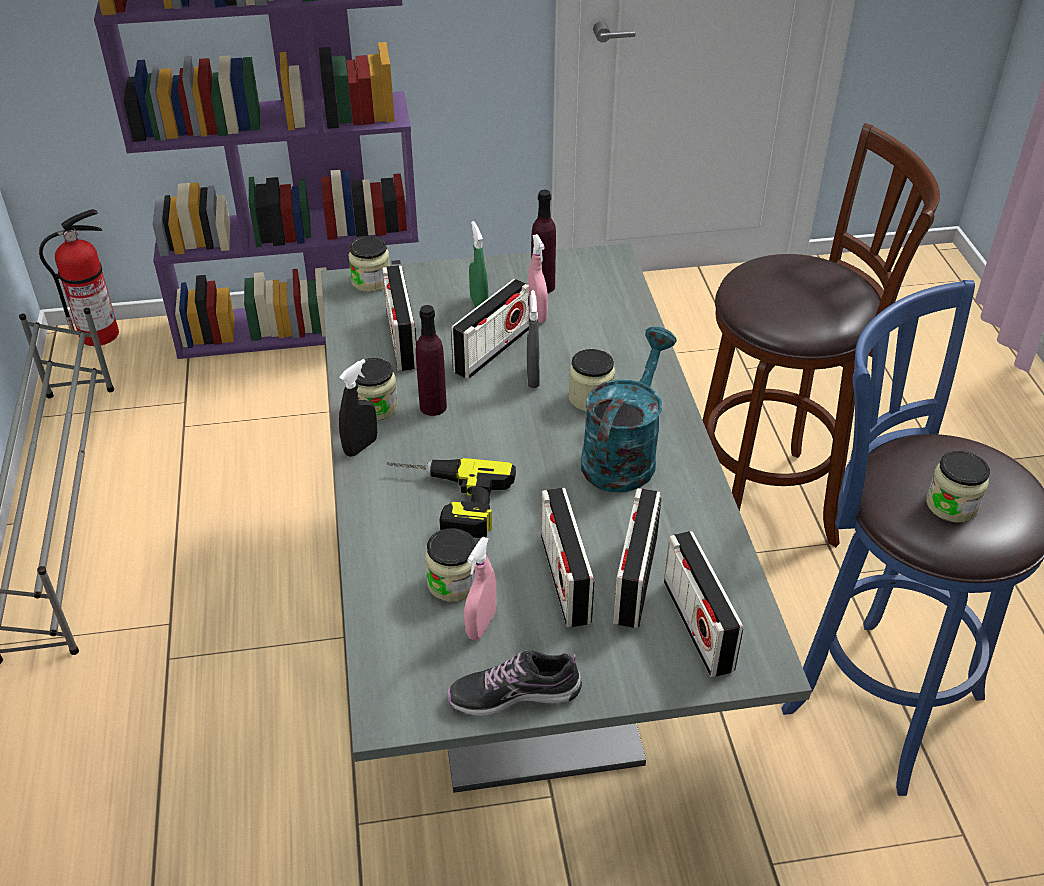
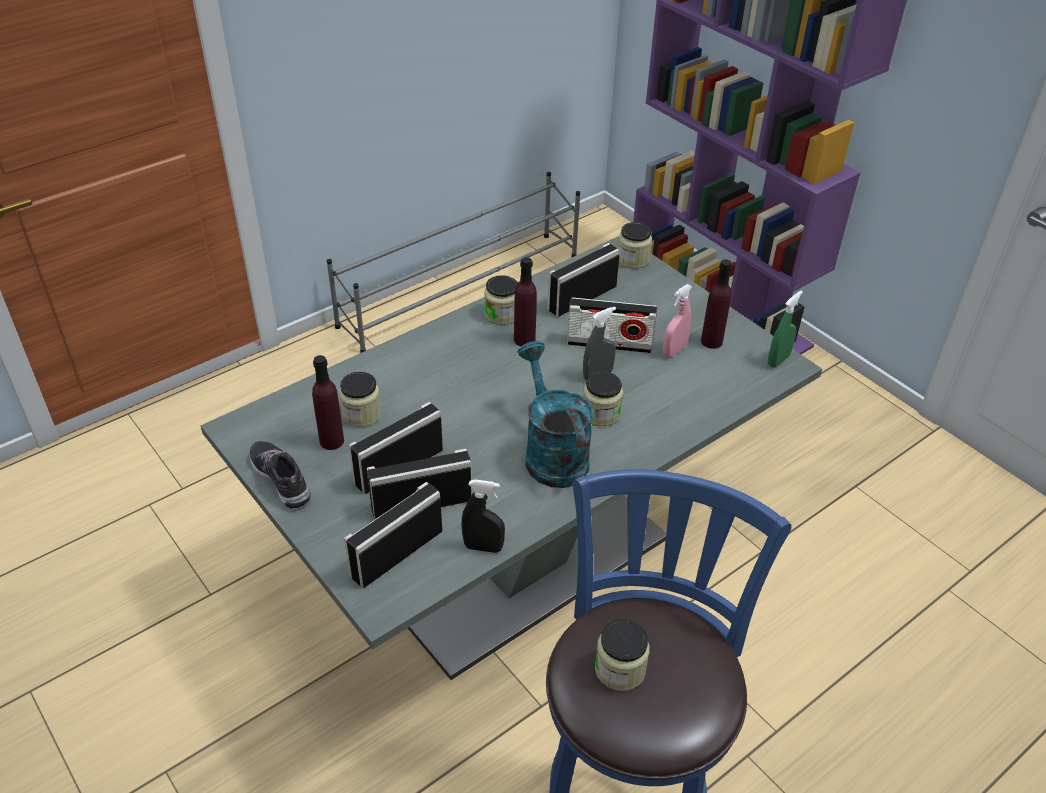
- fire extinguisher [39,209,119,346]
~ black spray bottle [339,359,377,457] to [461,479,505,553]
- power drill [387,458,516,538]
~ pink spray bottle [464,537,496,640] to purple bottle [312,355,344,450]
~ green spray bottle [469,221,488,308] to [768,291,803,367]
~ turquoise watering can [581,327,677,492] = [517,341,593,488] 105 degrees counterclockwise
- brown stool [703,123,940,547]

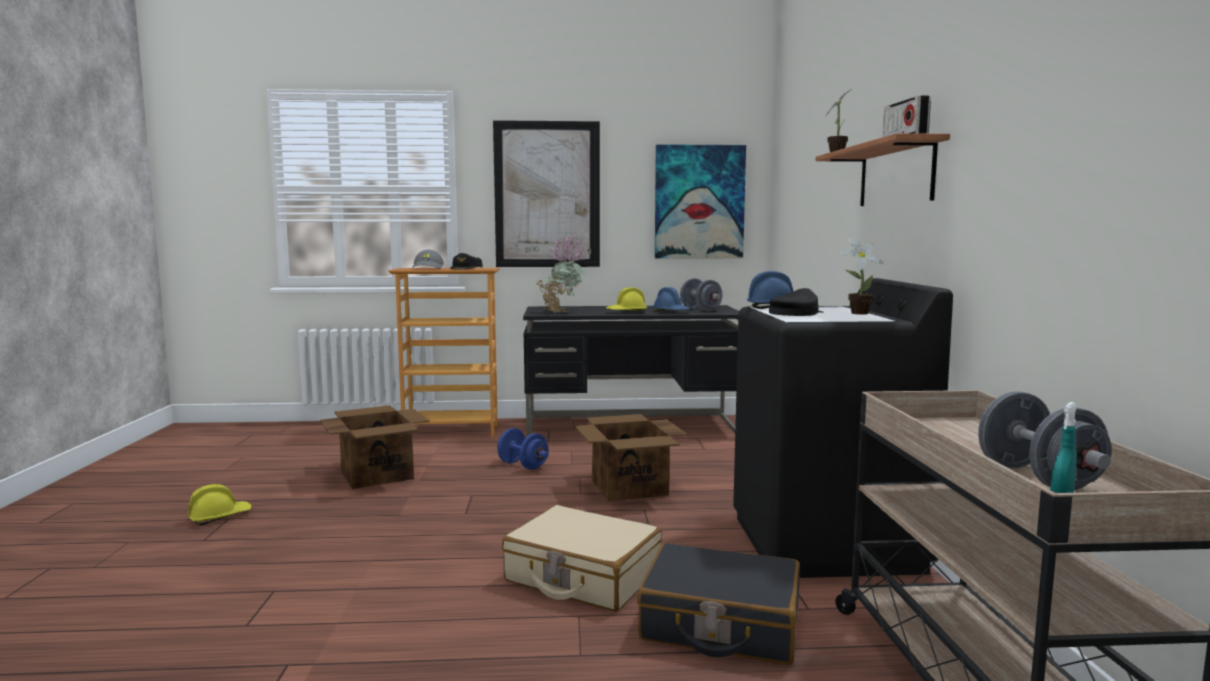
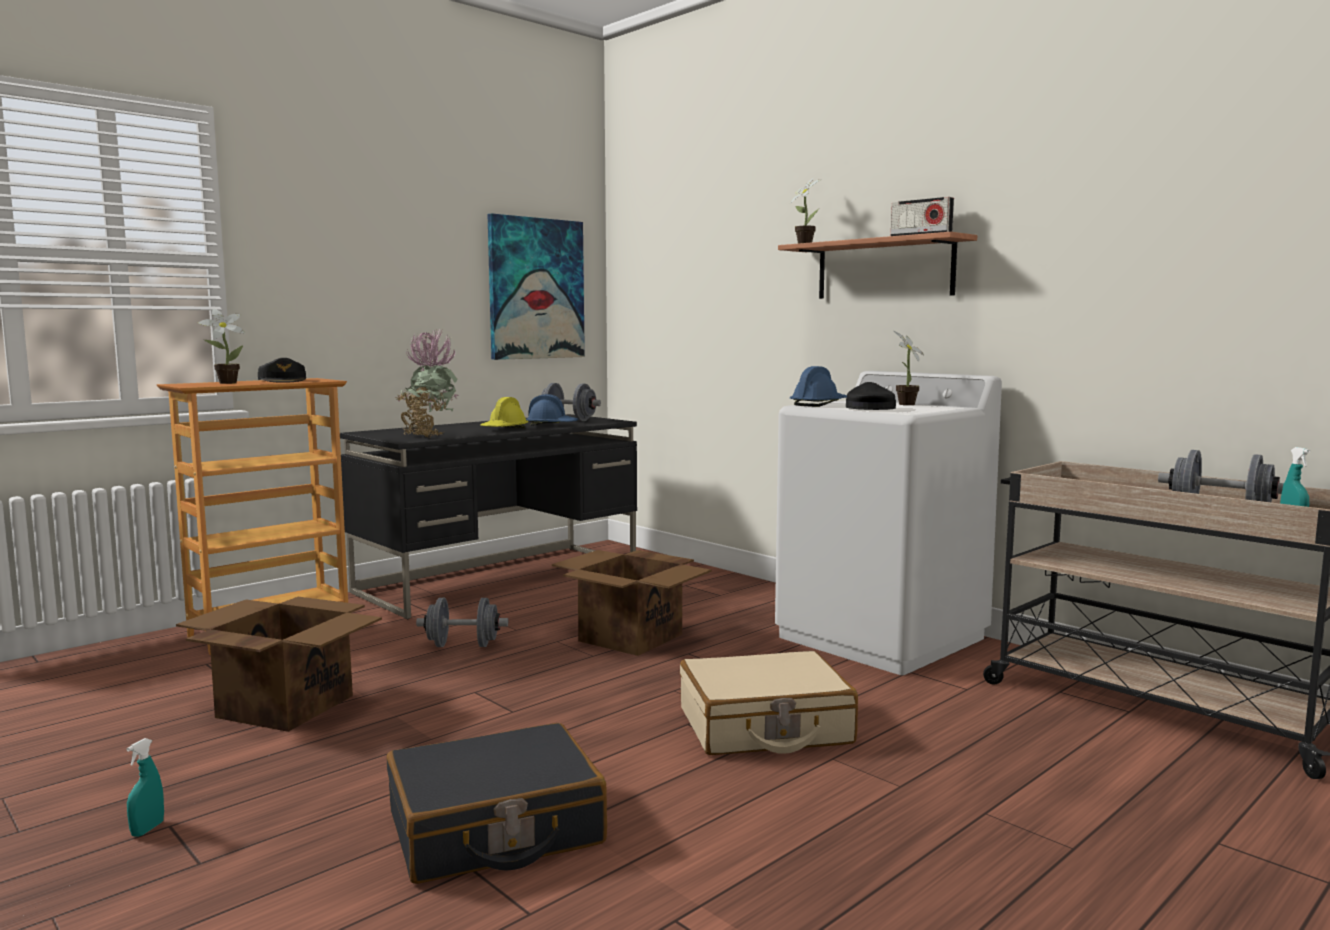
~ yellow hard hat [188,484,251,525] to turquoise spray bottle [126,738,164,837]
~ grey cap [411,250,444,269] to potted plant [198,309,245,384]
- picture [493,120,600,267]
~ blue dumbbell [497,428,549,470] to grey dumbbell [416,598,508,647]
~ black suitcase [637,543,800,664] to [387,723,607,884]
~ black washing machine [733,278,953,578] to white washing machine [775,371,1002,675]

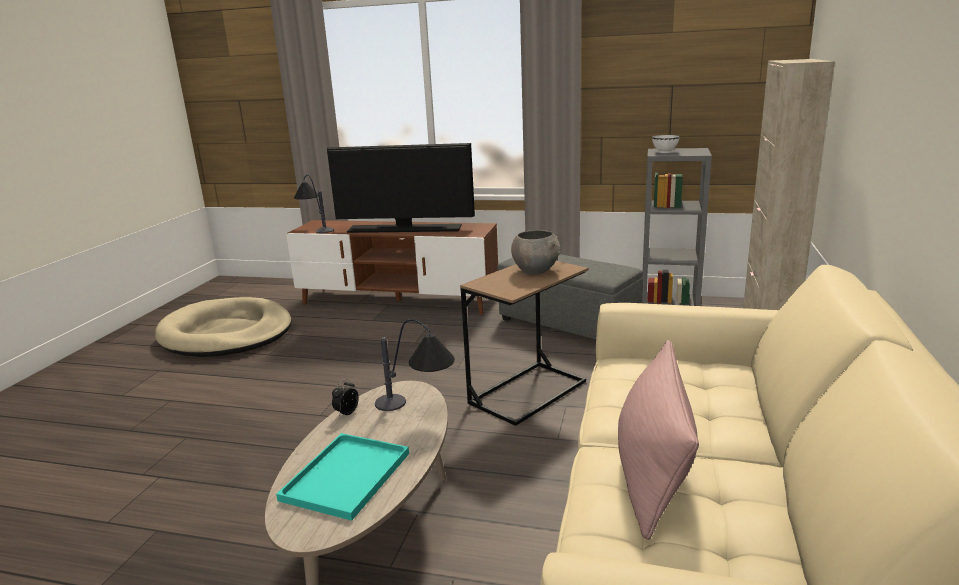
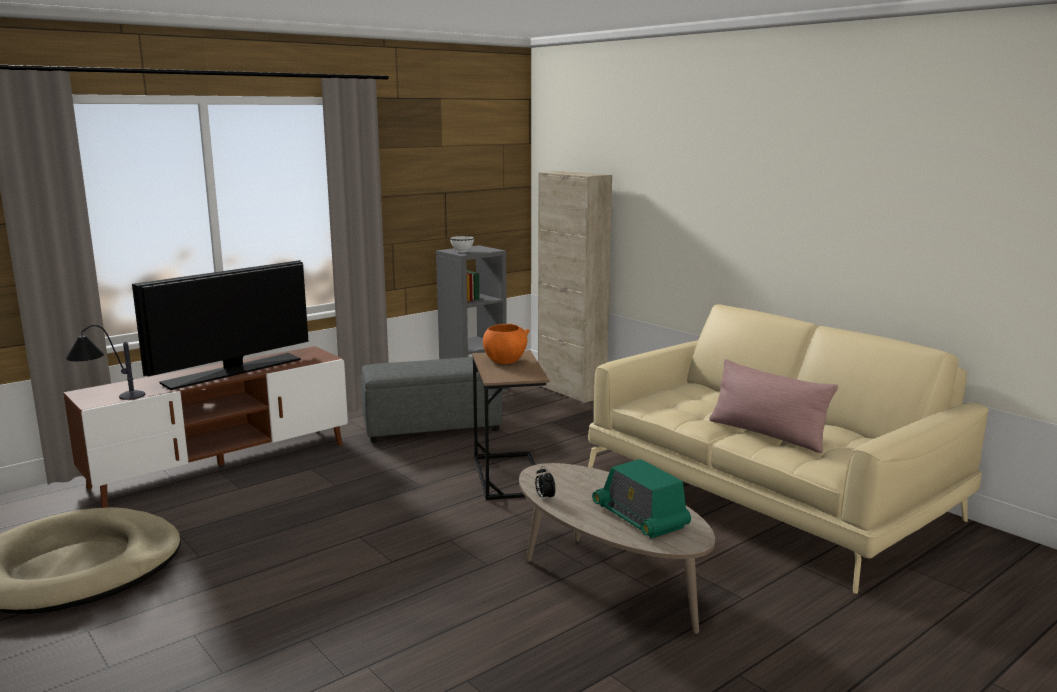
~ turquoise tray [276,433,409,521] to radio [592,459,691,538]
- table lamp [375,319,455,411]
~ grey bowl [511,230,561,274] to orange bowl [483,324,530,364]

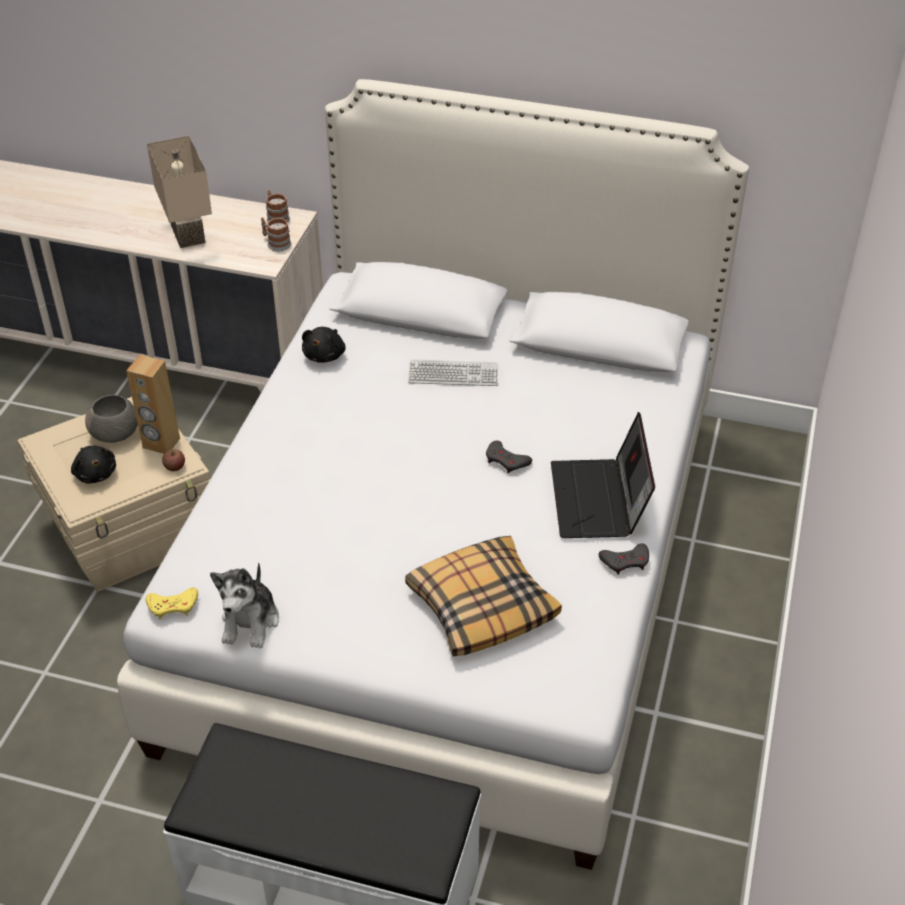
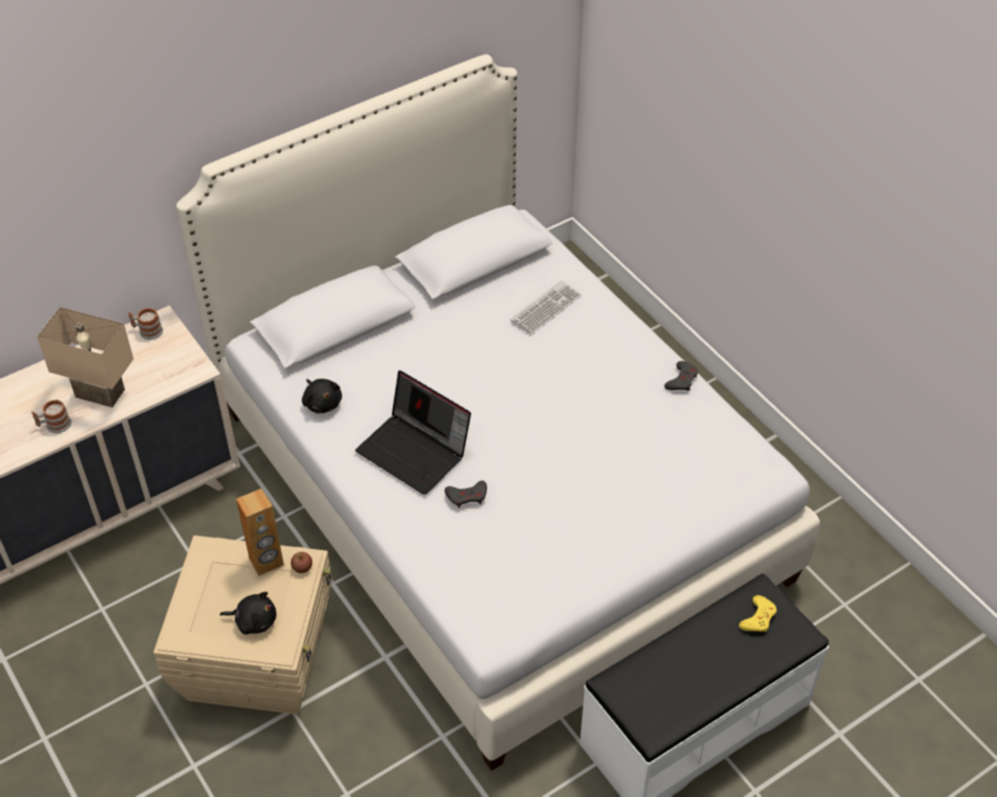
- grey bowl [85,395,138,443]
~ yellow game controller [146,587,198,619] to [739,595,777,632]
- plush toy [210,563,279,648]
~ mug [261,217,291,251] to [31,400,72,433]
- pillow [405,536,562,657]
~ keyboard [408,359,498,386] to [511,280,581,335]
~ grey game controller [486,441,532,473] to [445,481,487,508]
~ laptop [551,412,655,538] to [355,371,471,495]

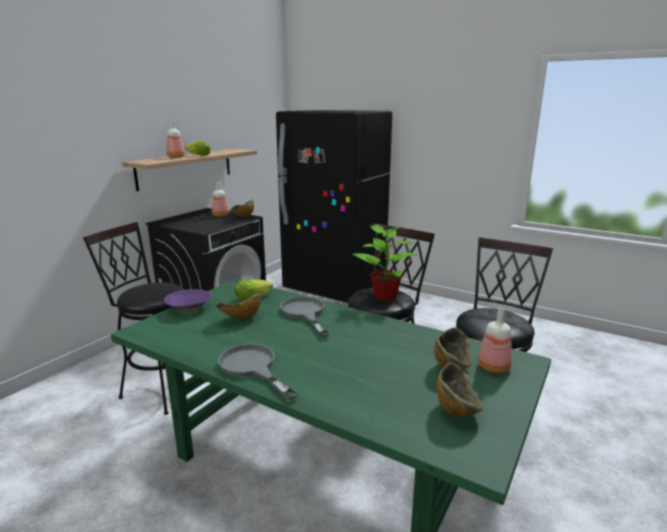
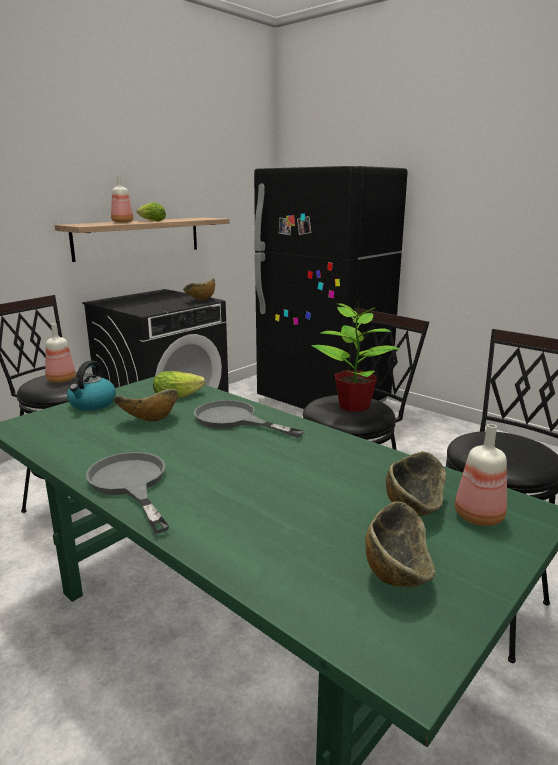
~ purple bowl [164,289,212,311] to kettle [67,361,116,411]
~ bottle [212,182,229,217] to [45,323,76,383]
~ grey frying pan [280,296,329,338] = [194,400,304,438] 45 degrees counterclockwise

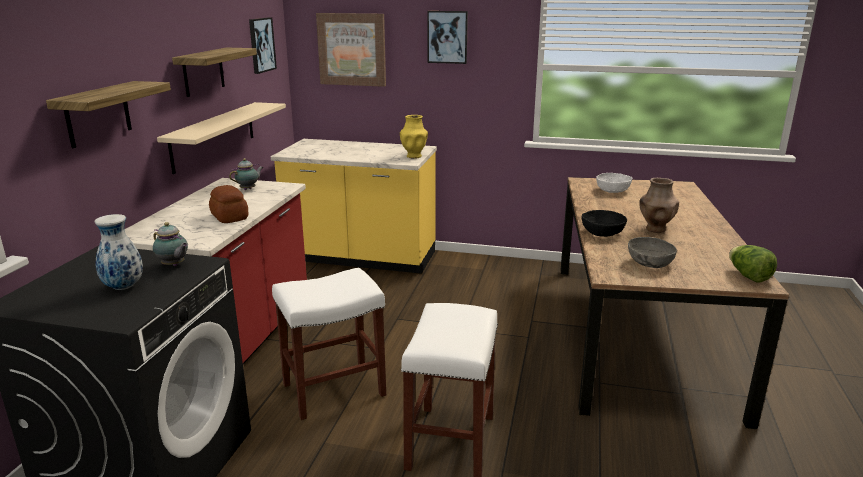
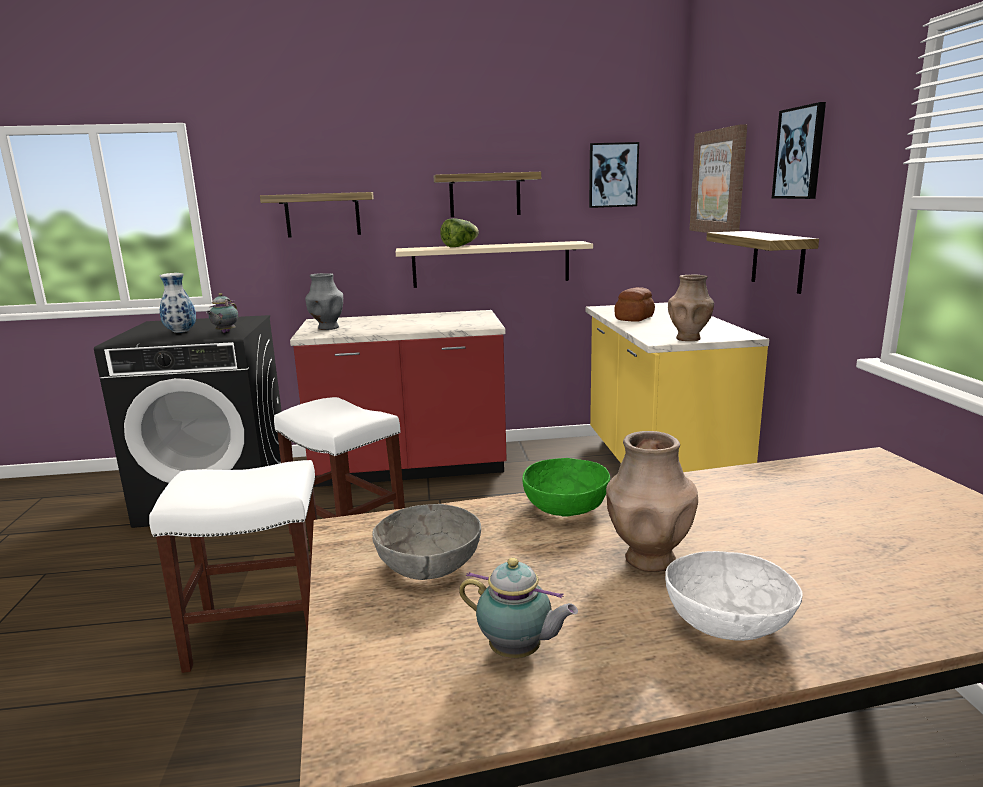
~ bread [209,185,248,223] to [614,287,655,322]
~ teapot [229,158,264,190] to [459,558,578,658]
~ yellow vase [400,115,428,159] to brown vase [668,275,714,341]
~ black bowl [581,210,627,237] to green bowl [523,458,610,517]
~ white bowl [596,173,632,193] to [665,551,803,641]
~ lettuce [729,245,777,283] to [440,218,479,247]
+ grey vase [305,273,343,330]
+ shelf [706,231,819,294]

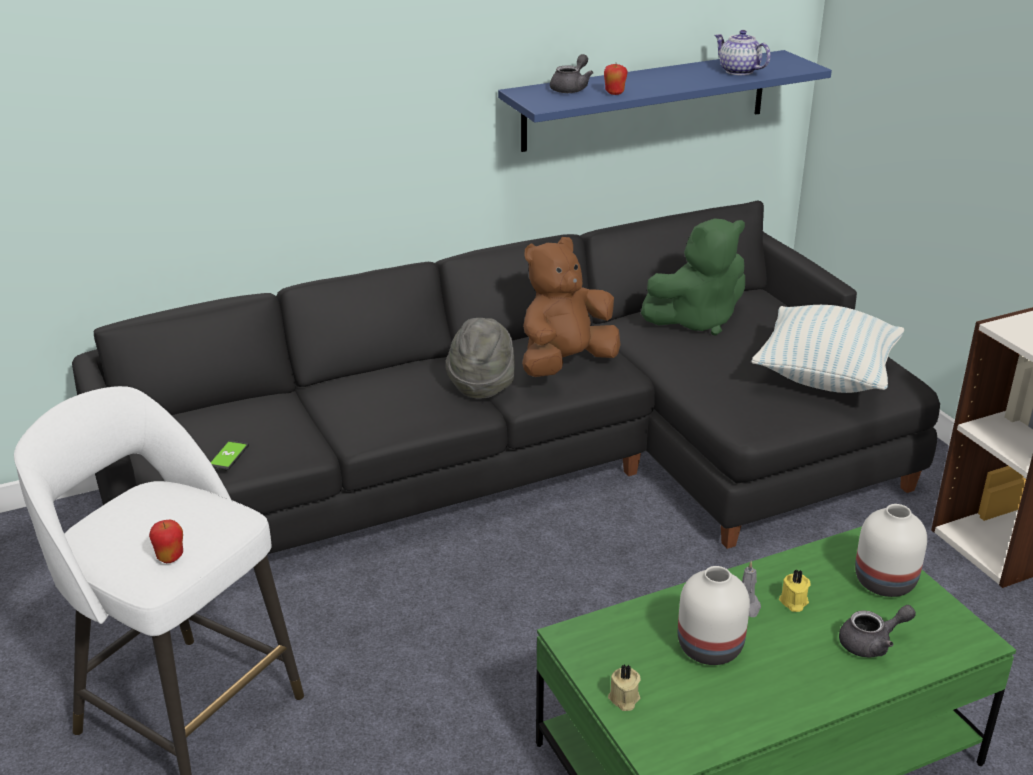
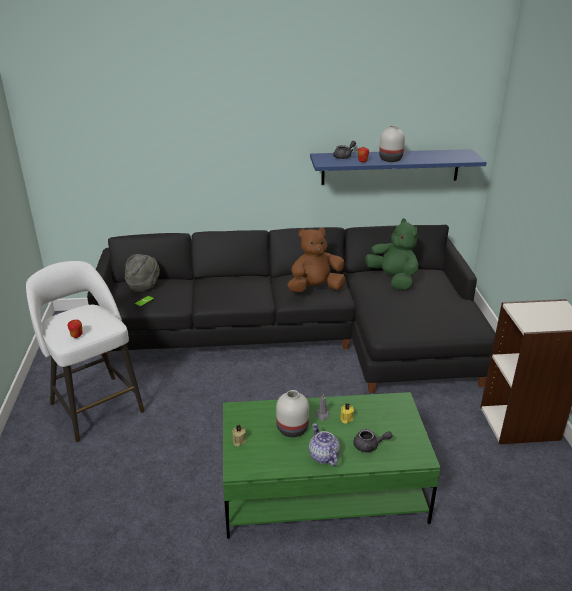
~ grey hat [445,318,515,399] to [125,254,160,292]
~ green plush toy [641,218,745,335] = [365,218,419,290] 120 degrees counterclockwise
~ teapot [715,30,771,75] to [309,423,340,466]
- pillow [751,305,904,393]
~ white vase [855,504,927,597] to [379,125,405,162]

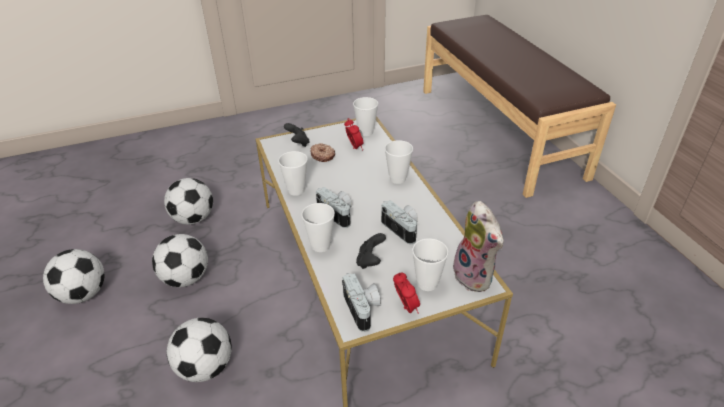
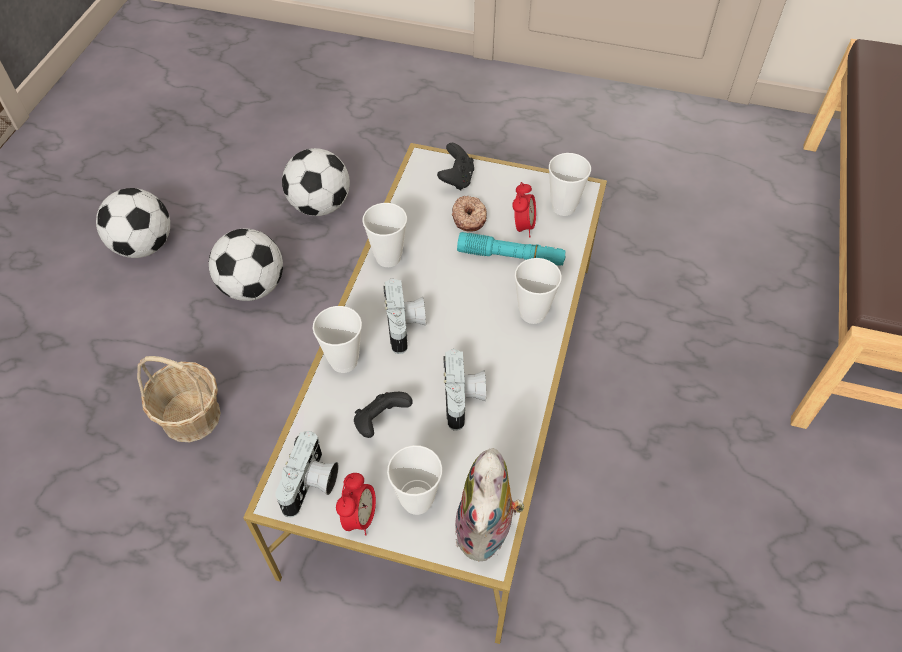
~ football [167,318,232,382] to basket [137,356,221,442]
+ turquoise flashlight [457,232,566,266]

